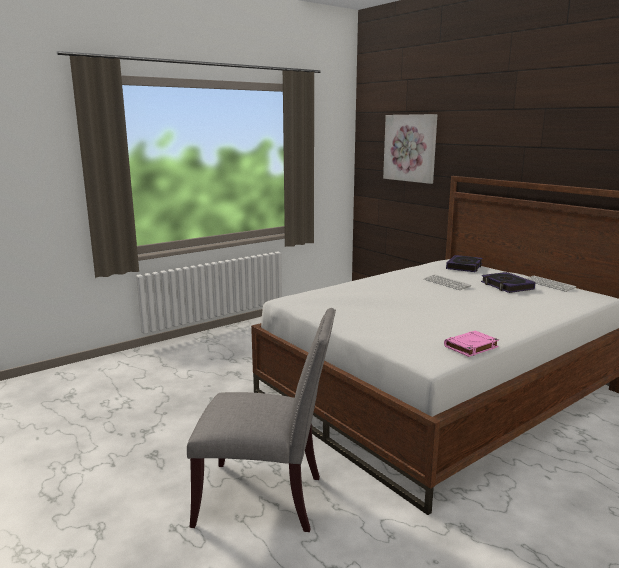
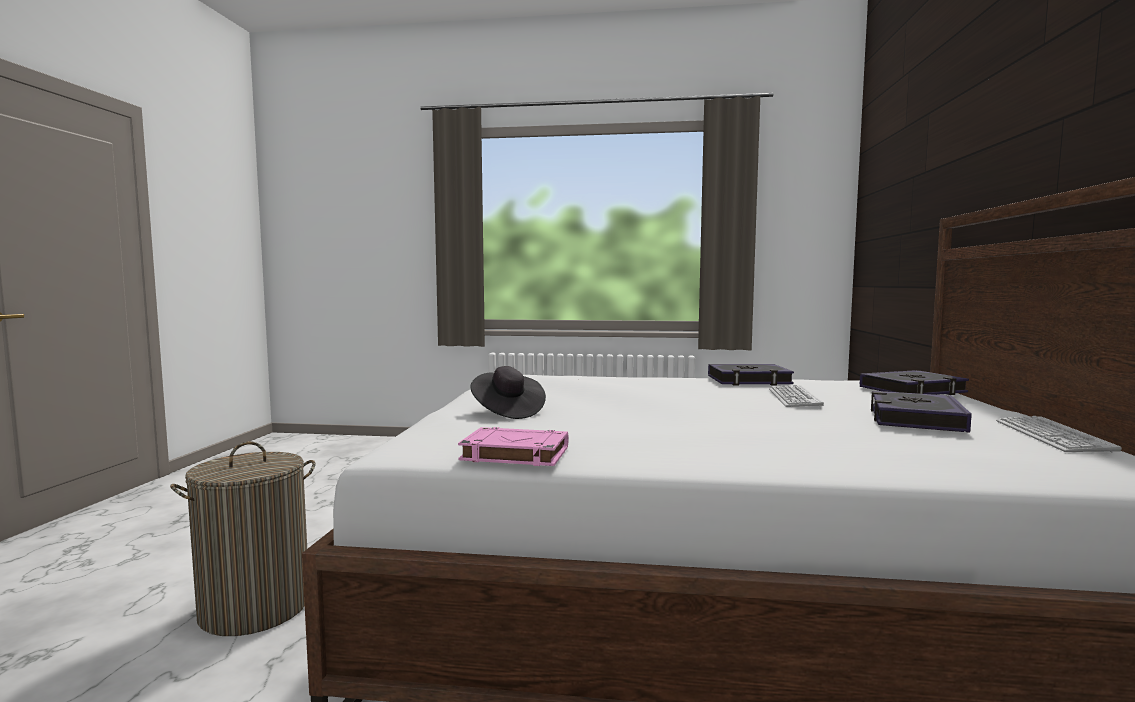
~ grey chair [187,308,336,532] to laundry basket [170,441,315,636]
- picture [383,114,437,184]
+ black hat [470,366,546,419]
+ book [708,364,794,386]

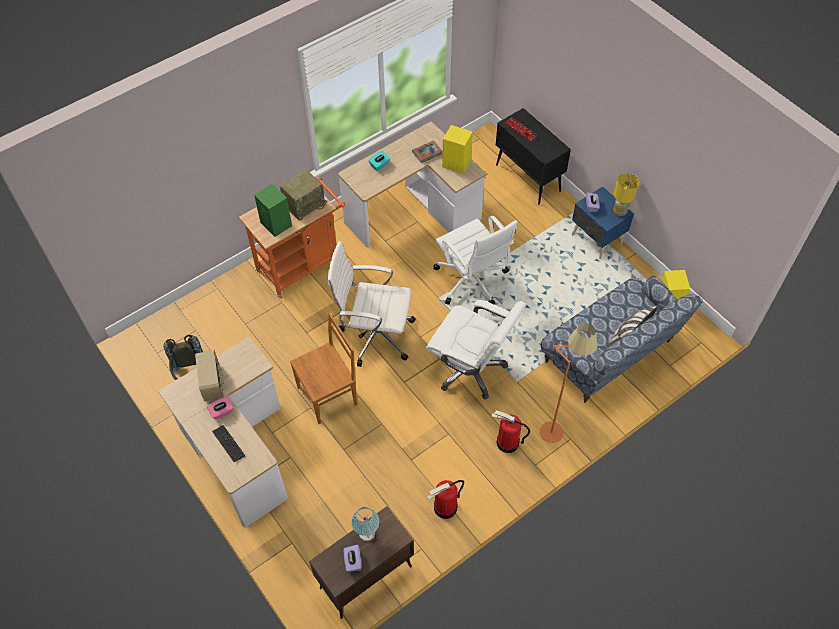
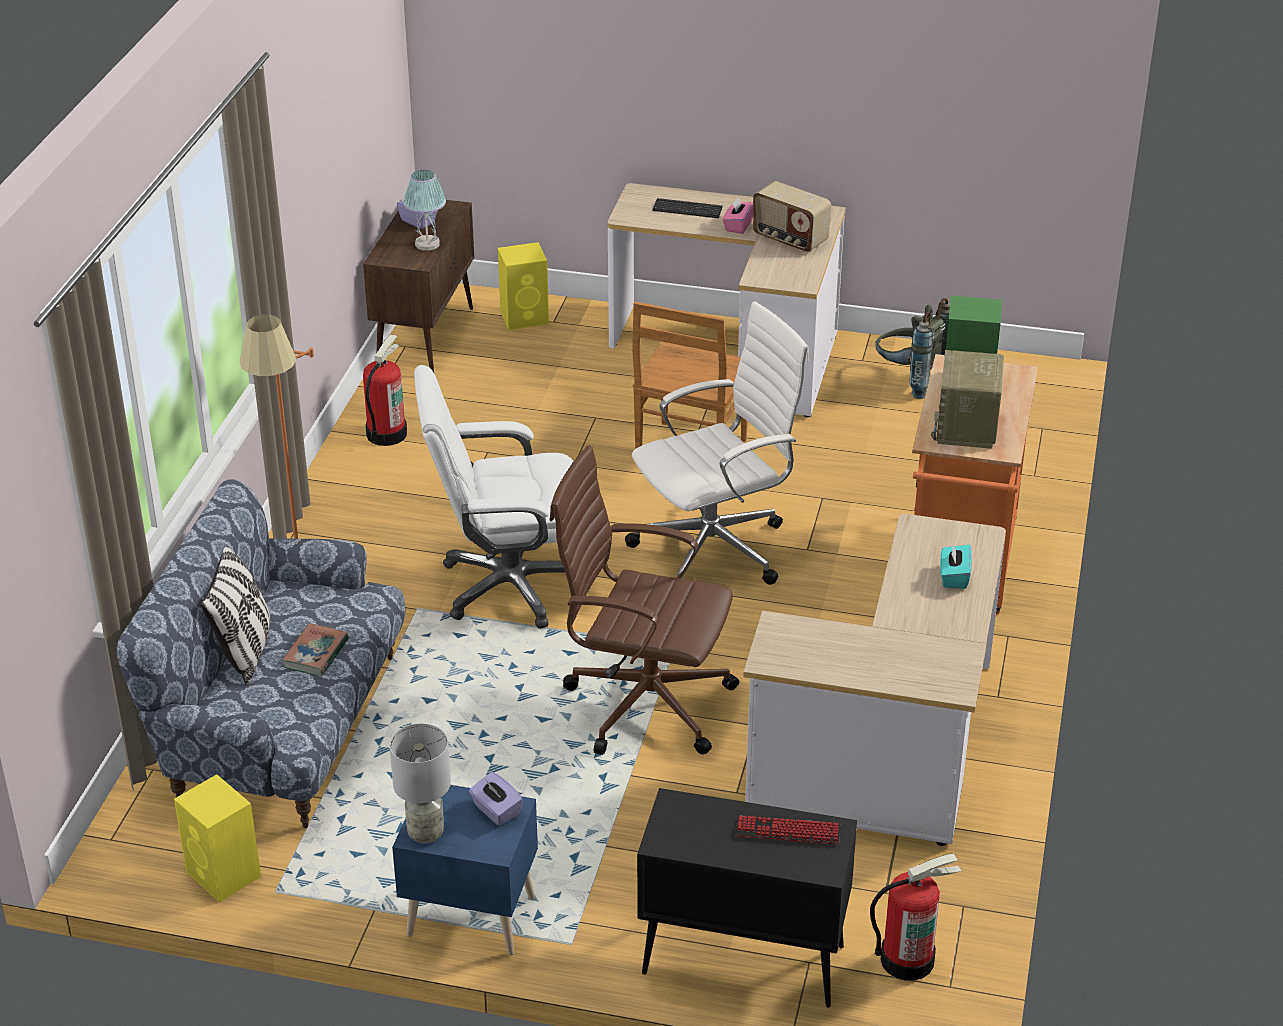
~ book [412,141,443,163] to [282,623,349,676]
~ white office chair [433,215,517,305] to brown office chair [549,445,739,755]
~ yellow speaker [442,125,473,174] to [498,242,549,330]
~ fire extinguisher [491,410,530,453] to [870,853,962,981]
~ yellow table lamp [613,173,639,216] to grey table lamp [390,723,451,844]

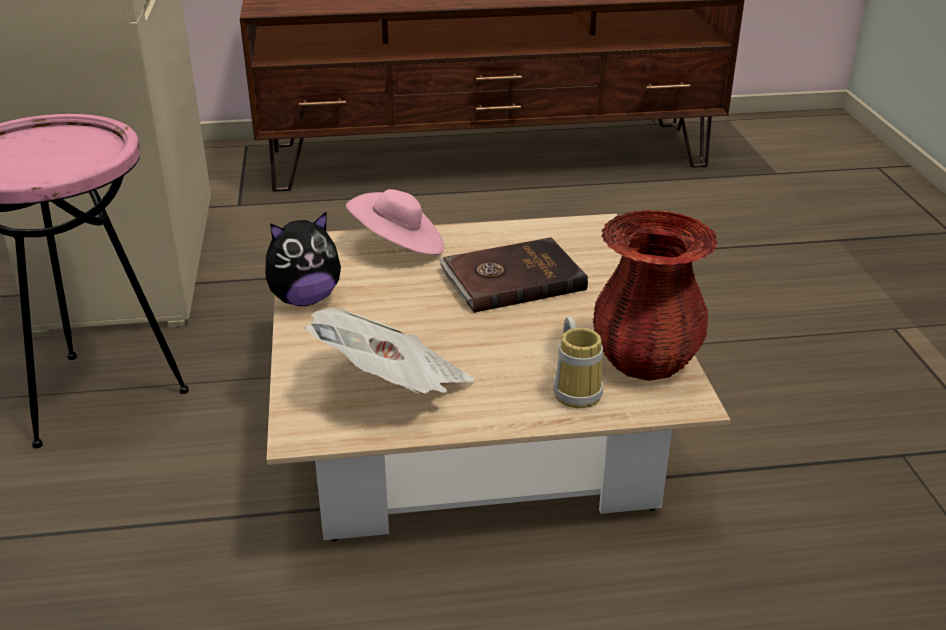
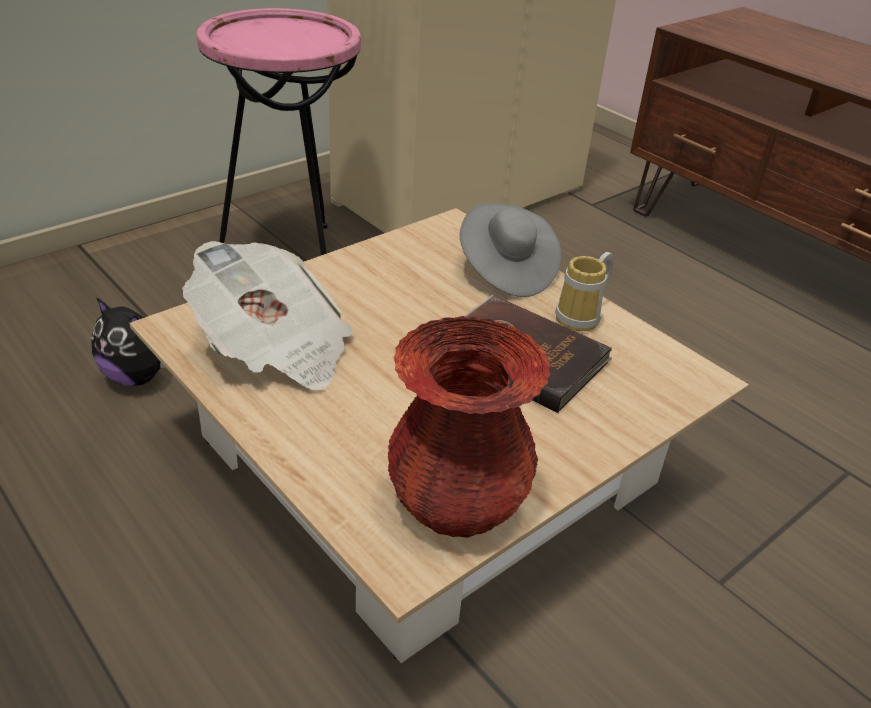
~ plush toy [265,212,341,306] to [91,297,166,386]
~ pink hat [346,189,444,255] to grey hat [460,204,561,297]
~ mug [553,317,603,408] to [555,252,614,331]

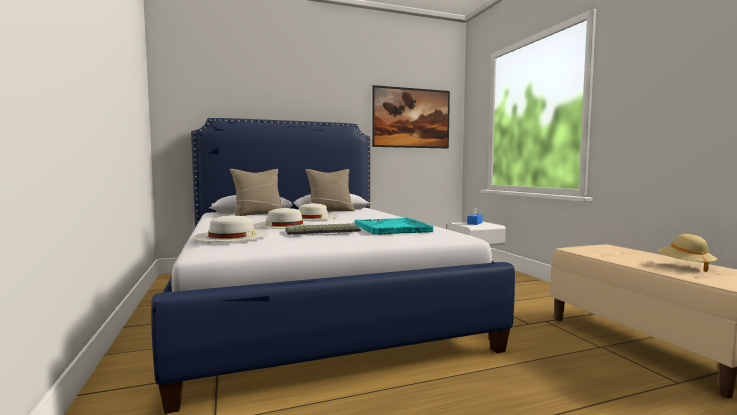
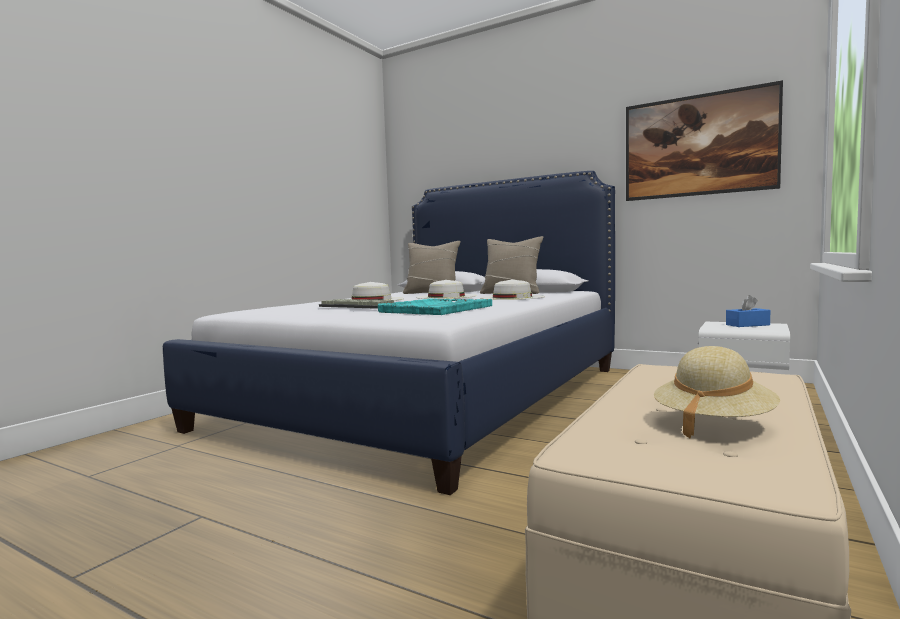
~ white hat [193,215,269,242] to [480,280,545,300]

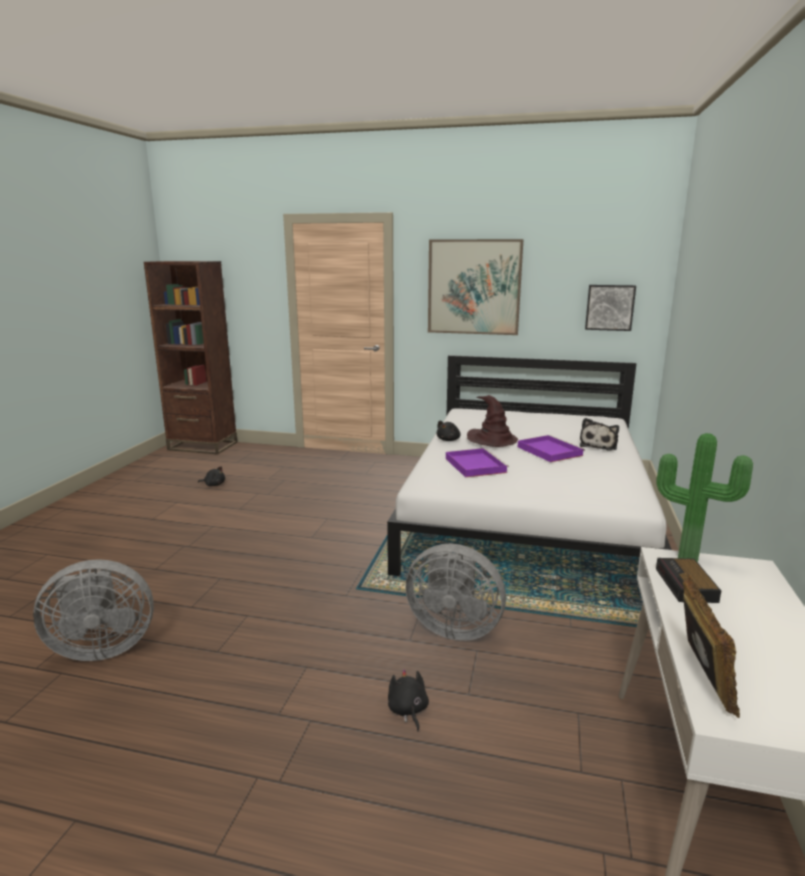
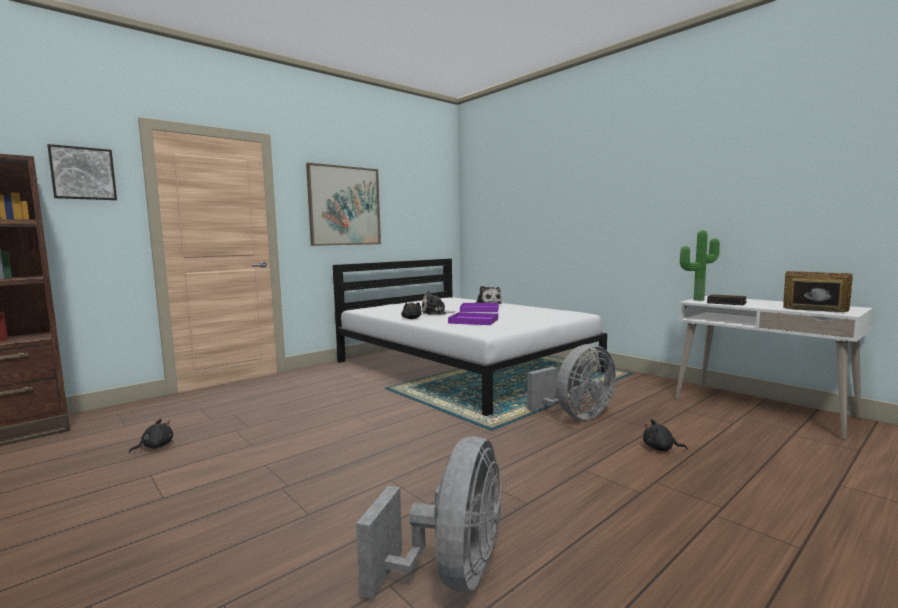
~ brown hat [467,395,518,447] to plush toy [422,290,455,315]
~ picture [585,285,636,331] to [47,144,117,200]

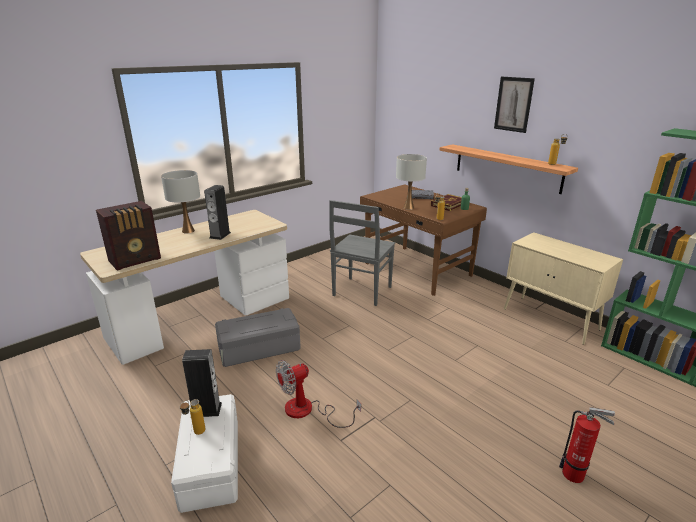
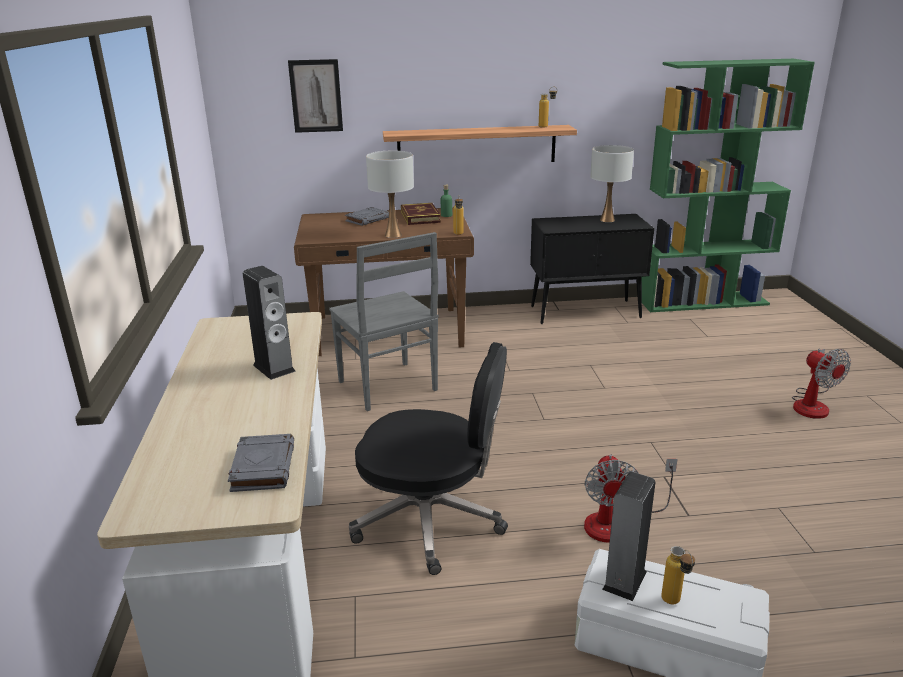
~ radio [96,201,161,271] to grey book [228,434,294,492]
~ white table lamp [161,170,200,234] to [590,145,634,222]
~ grey storage box [215,308,301,367] to black office chair [349,342,508,575]
~ picture [494,77,535,133] to [288,59,343,133]
~ beige cabinet [504,232,623,345] to black cabinet [530,214,654,324]
~ fire extinguisher [559,407,615,483] to fan [792,349,851,419]

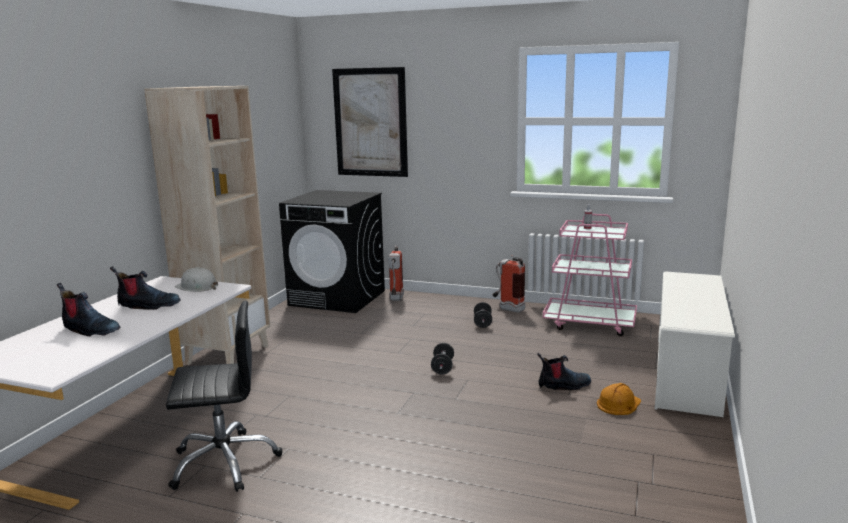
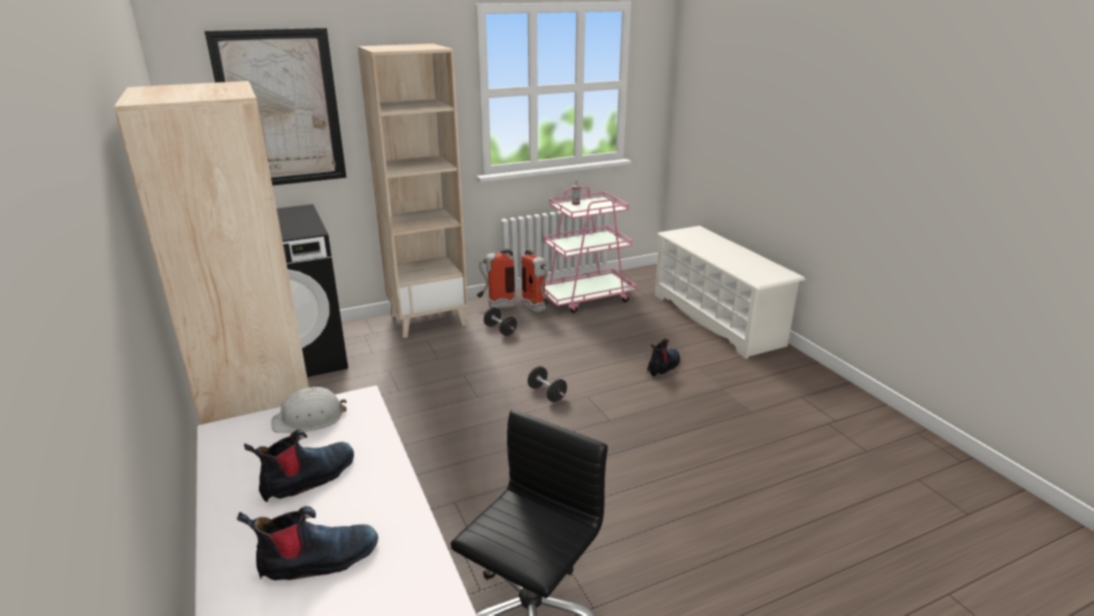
~ fire extinguisher [388,245,404,301] to [521,248,551,313]
- orange hard hat [597,383,641,415]
+ beige bookcase [358,44,468,338]

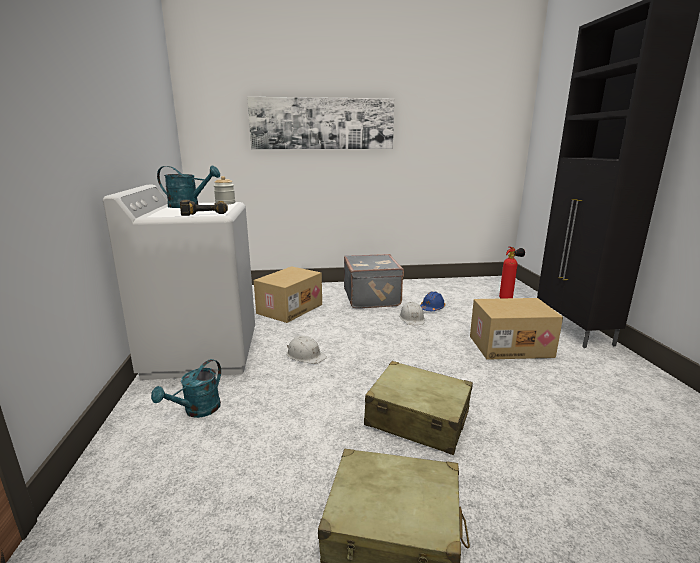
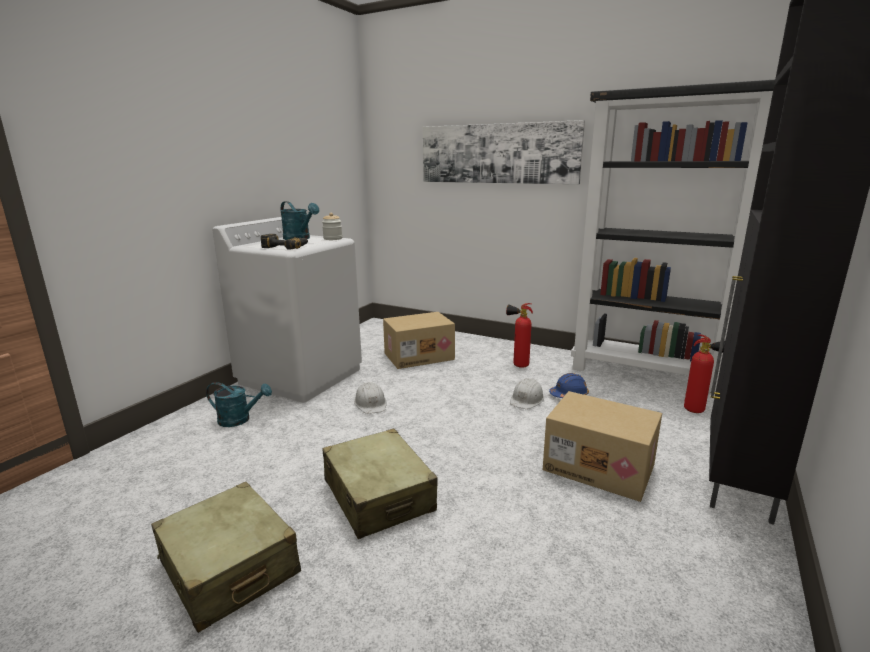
~ turquoise watering can [151,359,221,418] = [206,382,272,427] 150 degrees counterclockwise
~ grey suitcase [344,254,404,308] to fire extinguisher [506,303,533,368]
+ black bookcase [571,80,775,395]

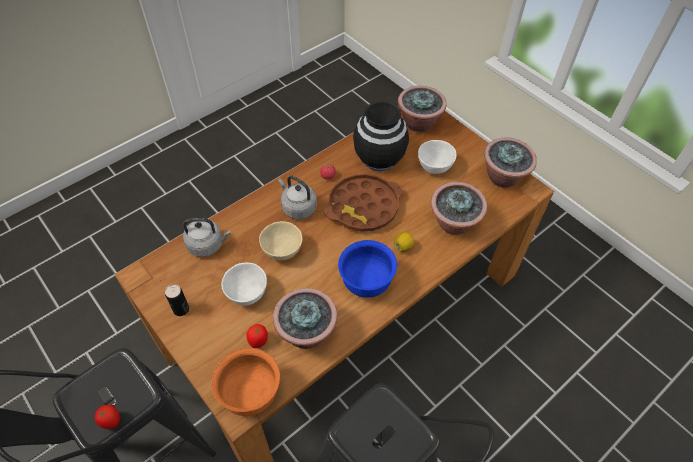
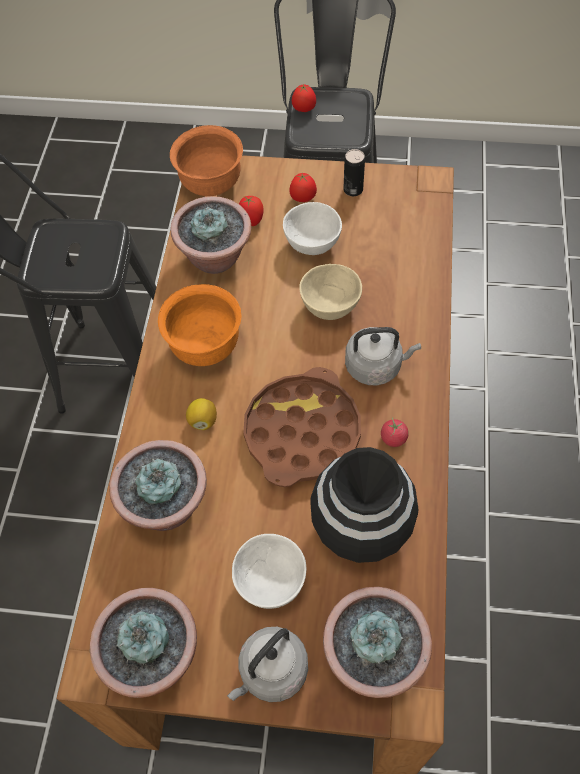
~ grey kettle [183,218,231,257] to [227,627,308,702]
~ blue bowl [338,240,397,298] to orange bowl [158,284,242,366]
+ tomato [289,173,317,202]

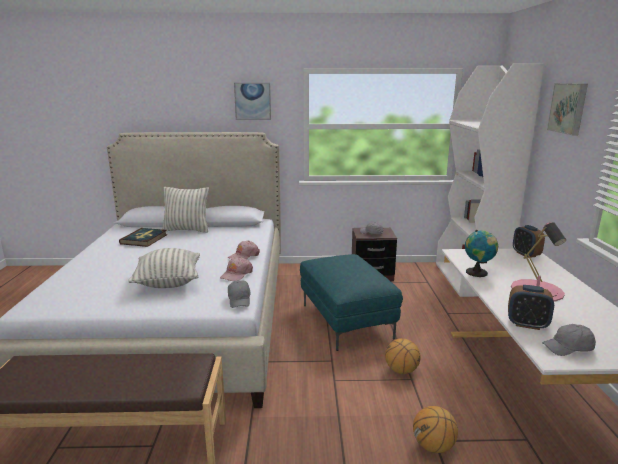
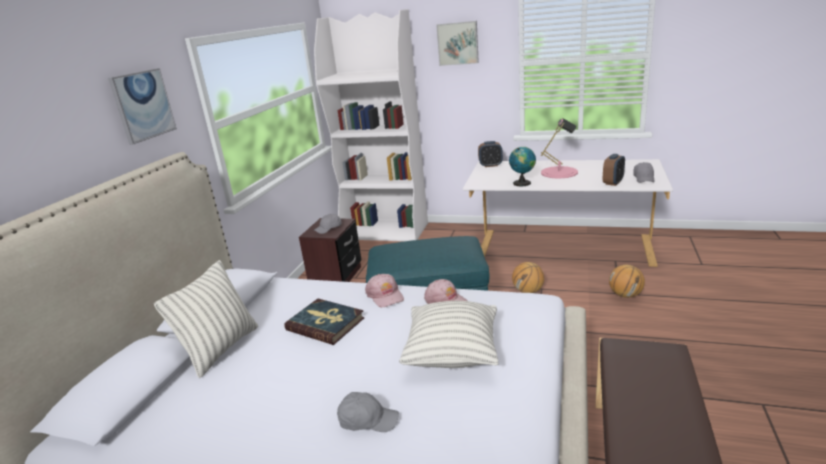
~ book [119,228,167,247] to [284,299,365,345]
~ grey cap [228,280,251,308] to [337,392,399,432]

